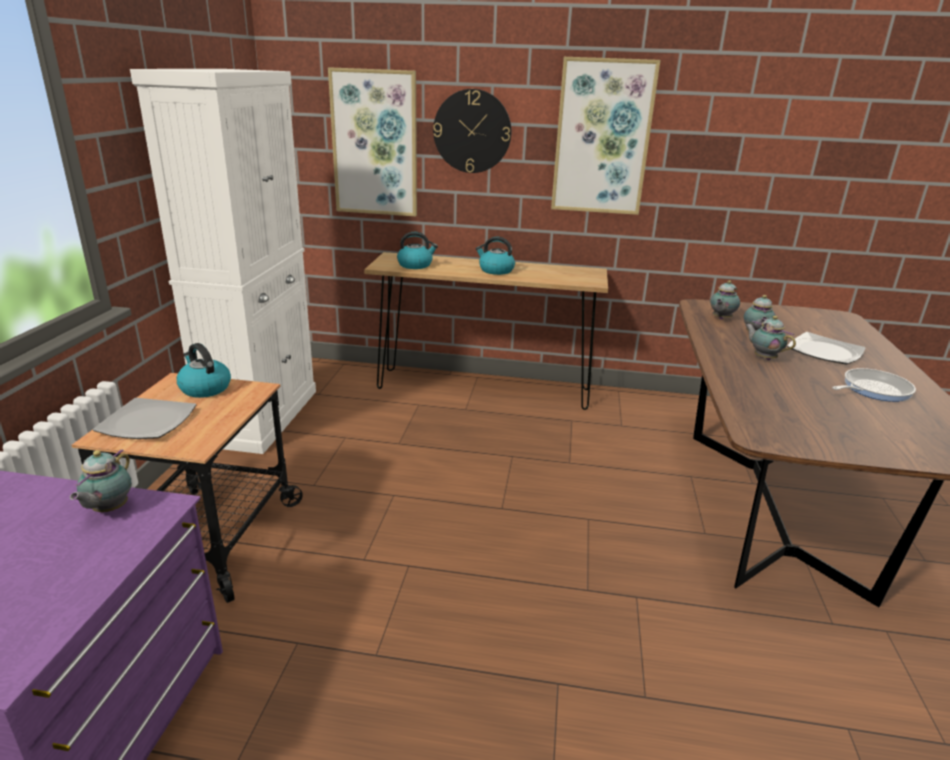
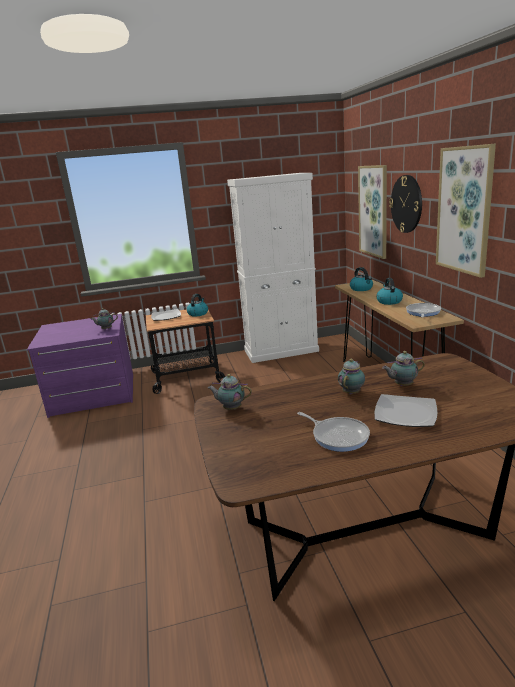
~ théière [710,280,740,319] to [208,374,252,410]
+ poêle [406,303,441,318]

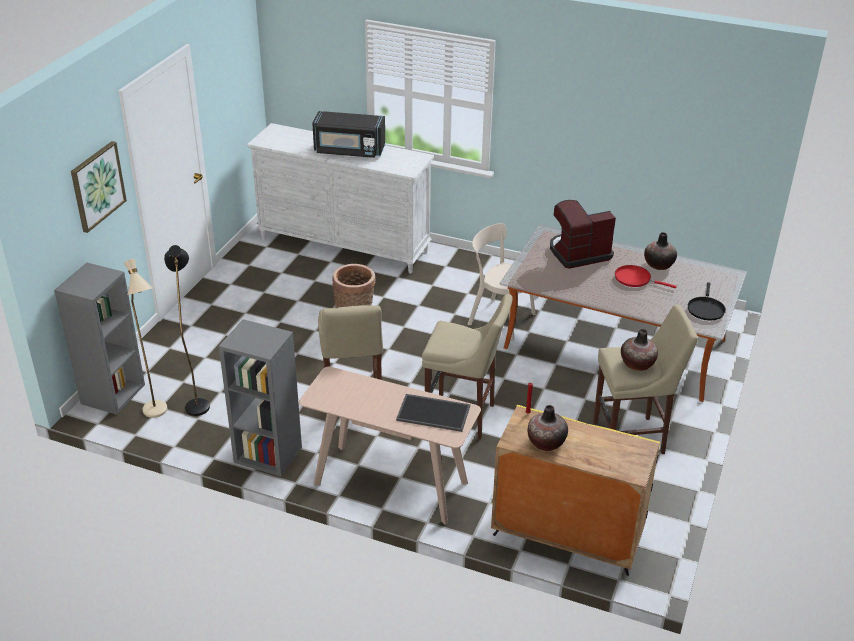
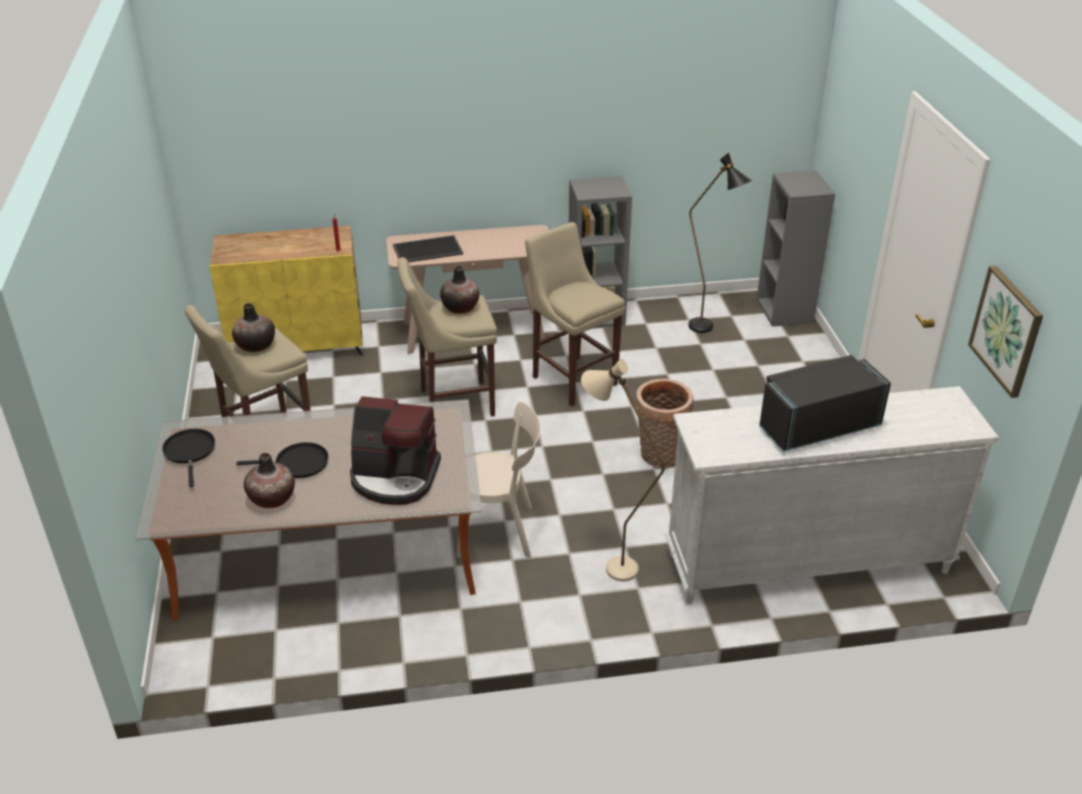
~ poêle/rouge [615,265,677,288] to poêle/noir [236,442,328,478]
~ machine à café [550,200,616,269] = [350,396,441,505] 60 degrees clockwise
~ vase [528,405,568,451] to [440,266,479,314]
~ lampadaire/beige [124,259,167,418] to [581,359,665,581]
~ tableau [71,141,127,233] to [968,266,1043,398]

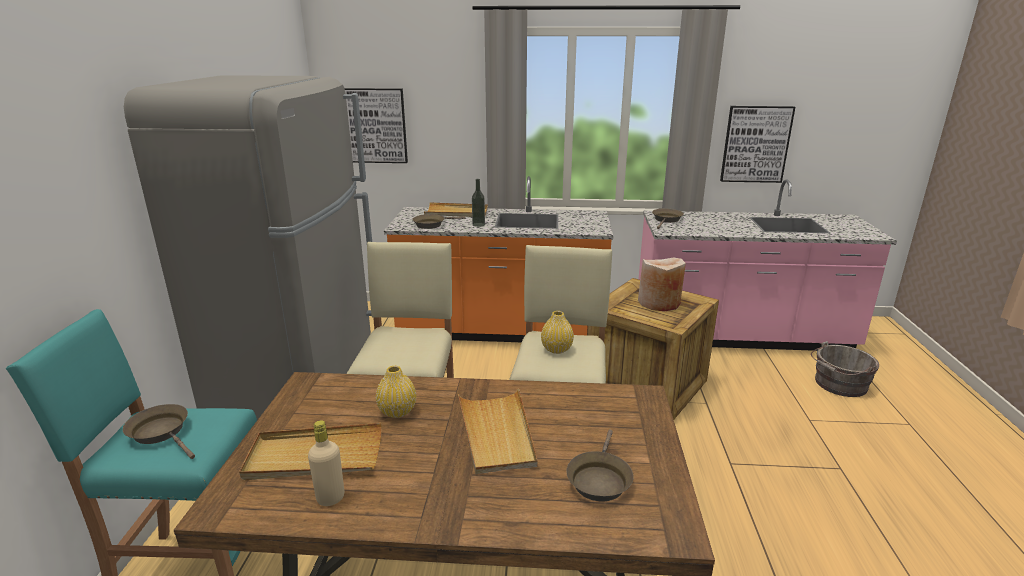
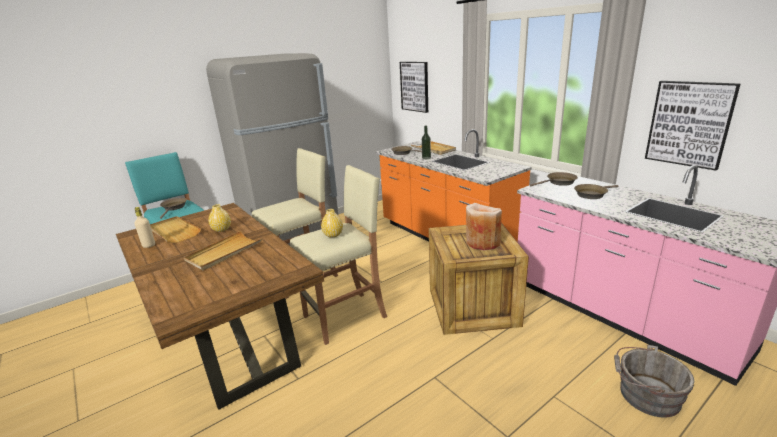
~ poêle/marron [567,429,634,501] to [574,184,618,199]

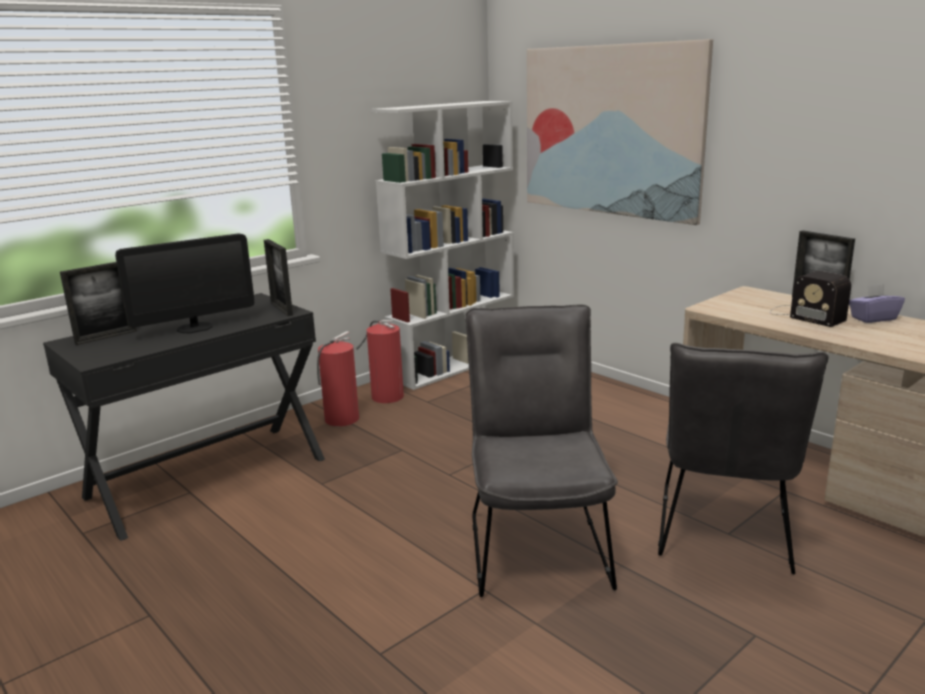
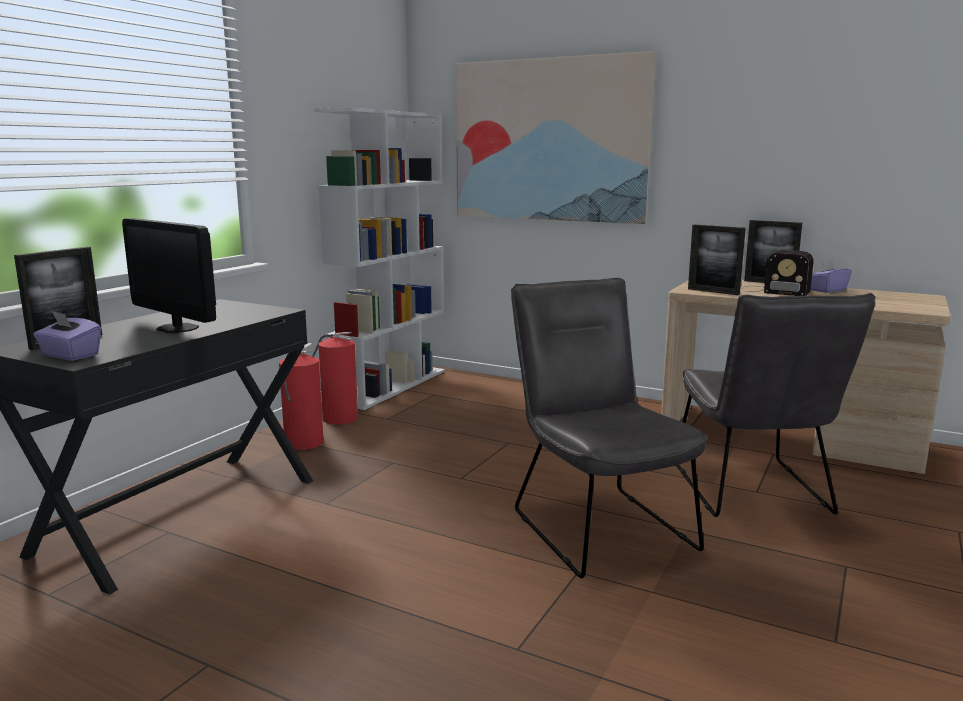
+ boîte à mouchoirs/violet [33,311,101,361]
~ écran d'ordinateur [115,233,254,333] = [122,218,216,333] 90 degrees clockwise
~ cadre photo [264,239,293,316] to [688,225,746,295]

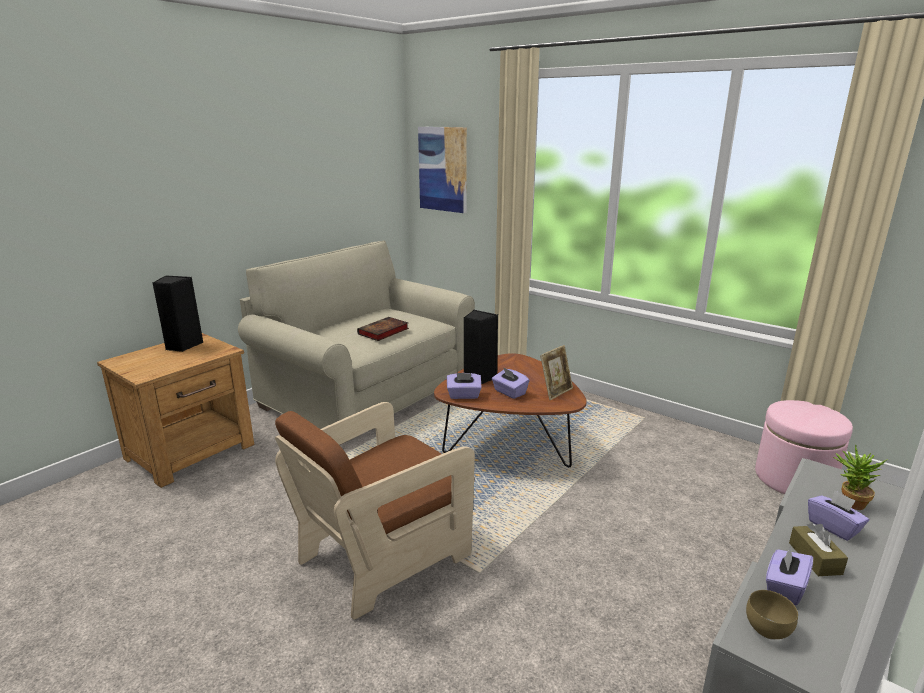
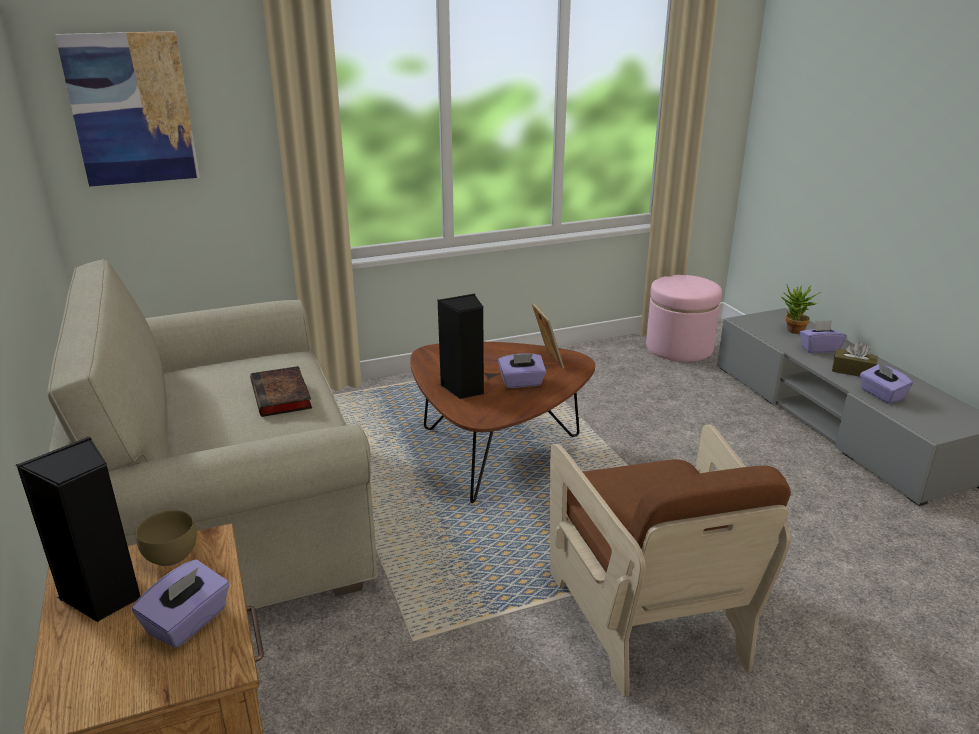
~ boîte à mouchoirs/violet [447,373,482,399] to [132,559,230,648]
~ bol/marron [746,590,798,639] to [136,510,197,566]

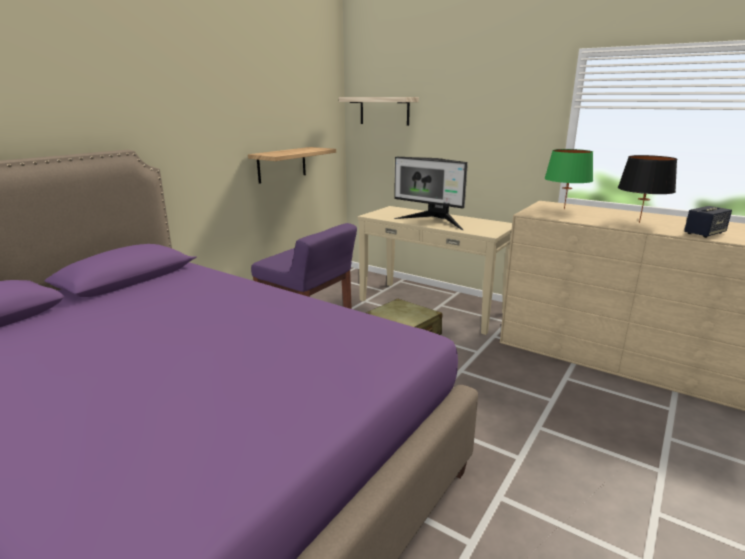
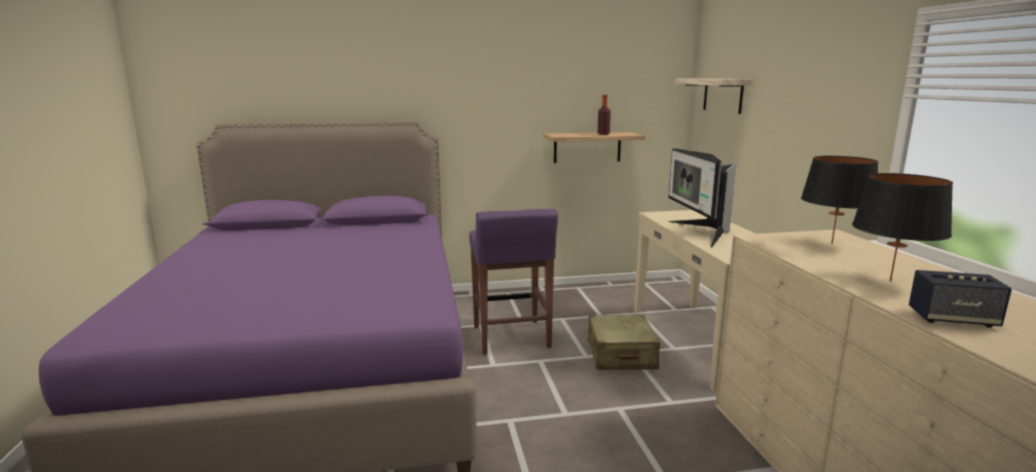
+ bouteille [598,95,611,135]
~ lampe de table/vert [544,149,593,209] to lampe de table/noir [801,156,878,244]

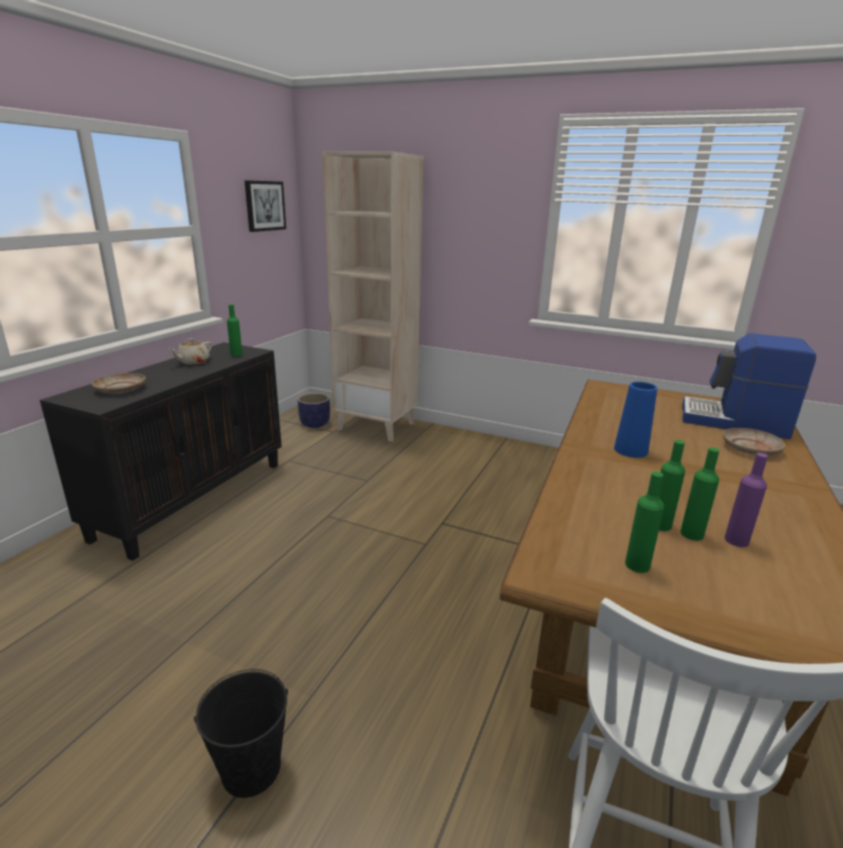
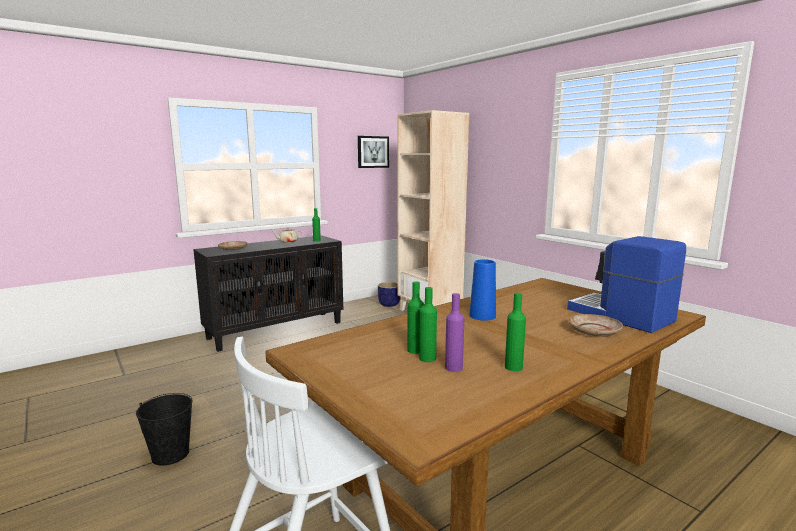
~ bouteille/vert [625,472,664,573] to [505,293,526,371]

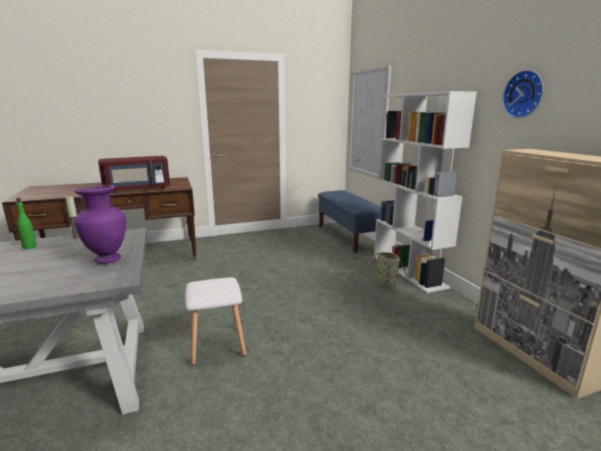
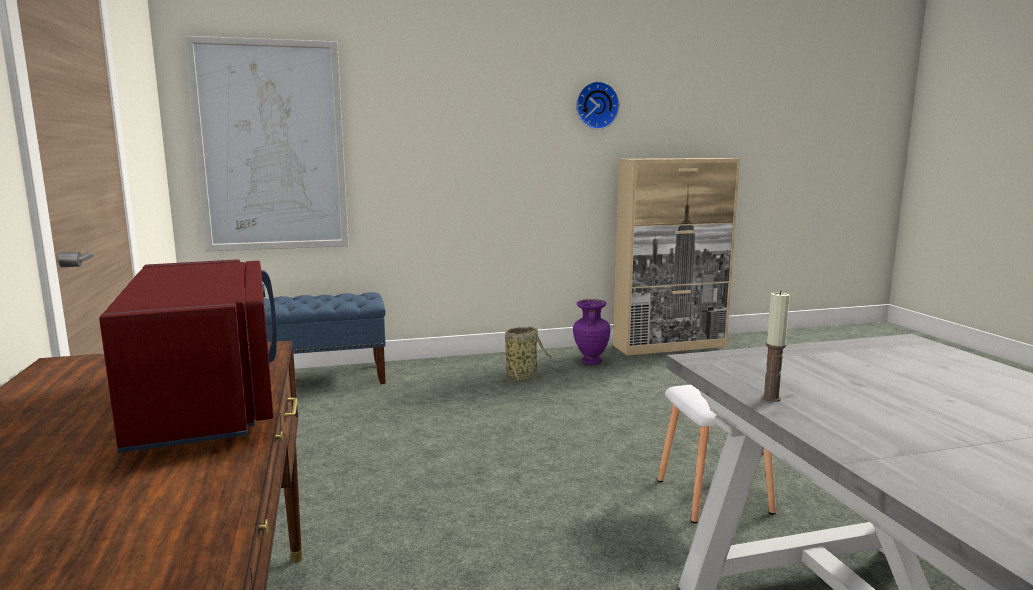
~ vase/violet [74,185,126,264] to [573,299,610,365]
- bouteille/vert [16,198,37,249]
- bibliothèque/blanc [374,91,477,293]

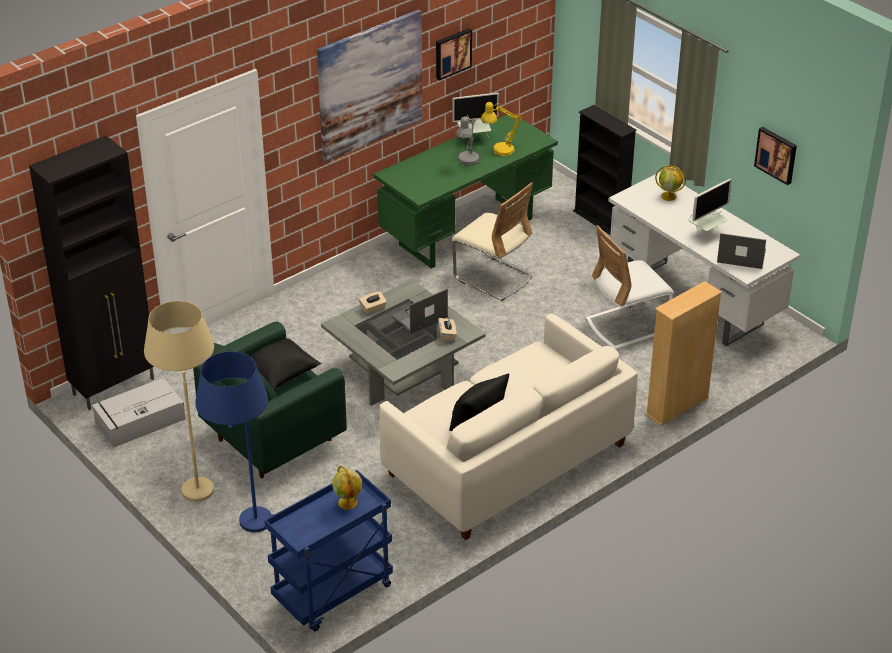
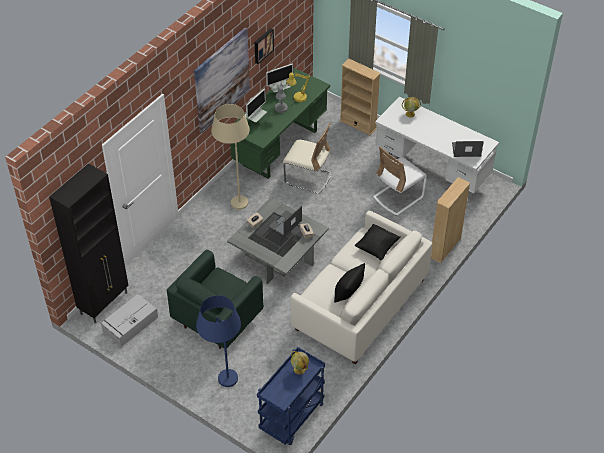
~ lampadaire/beige [144,301,214,502] to [211,104,250,210]
~ écran d'ordinateur [688,179,732,231] to [244,89,267,122]
~ bibliothèque/noir [573,105,637,235] to bibliothèque/beige [340,59,381,135]
~ coussin/noir [250,338,321,389] to [355,224,401,260]
- tableau [754,127,797,185]

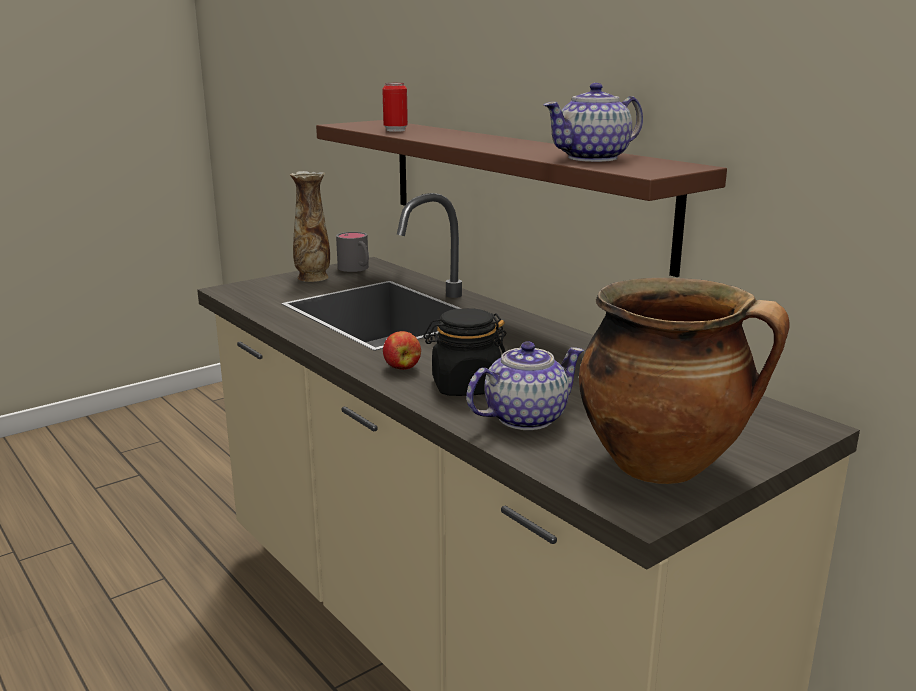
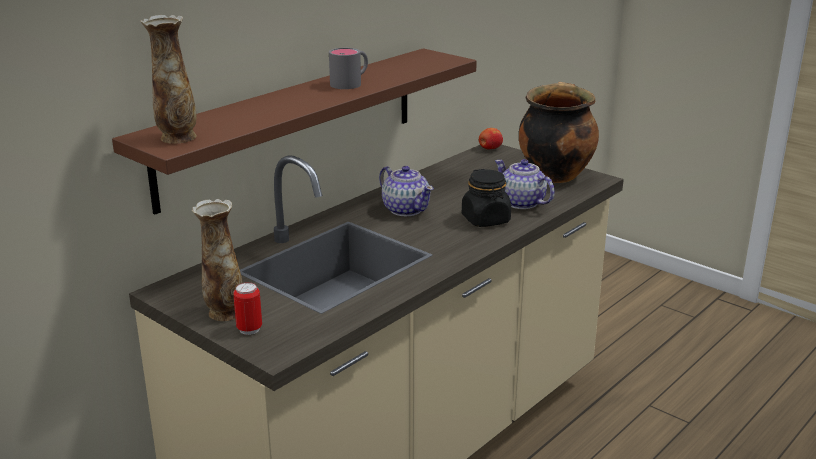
+ vase [140,15,197,144]
~ boîte métallique [383,83,408,132] to [233,282,262,335]
~ mug/gris [336,232,369,272] to [329,48,368,89]
~ théière [544,83,643,162] to [379,166,434,216]
~ pomme [383,331,421,370] to [479,128,503,150]

